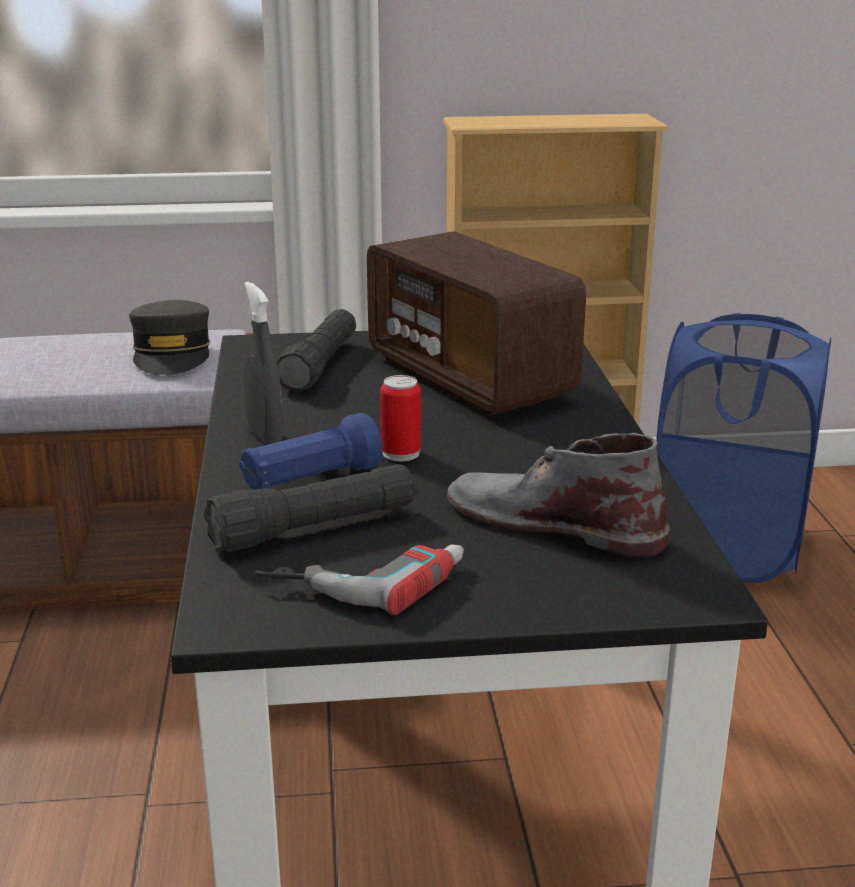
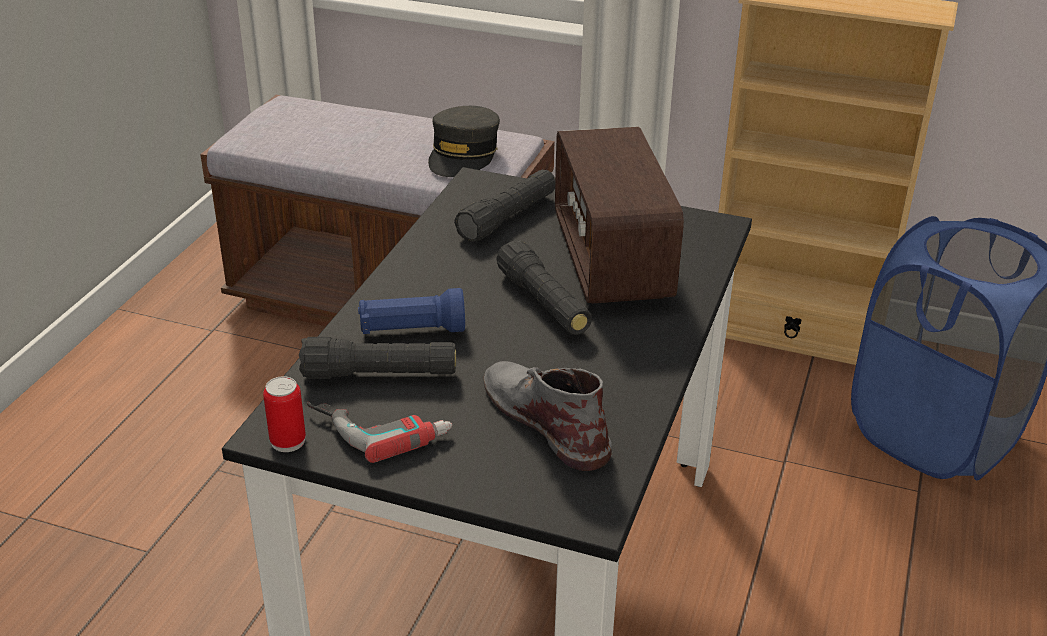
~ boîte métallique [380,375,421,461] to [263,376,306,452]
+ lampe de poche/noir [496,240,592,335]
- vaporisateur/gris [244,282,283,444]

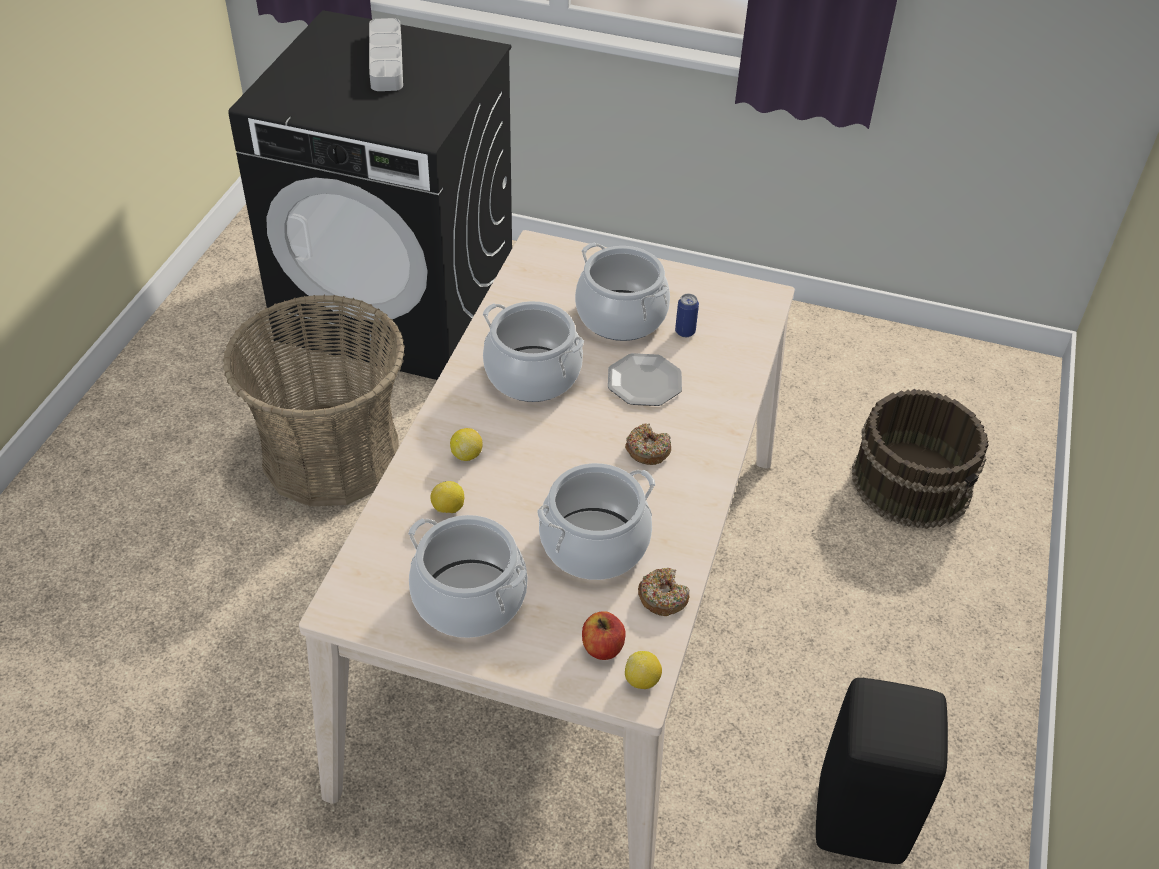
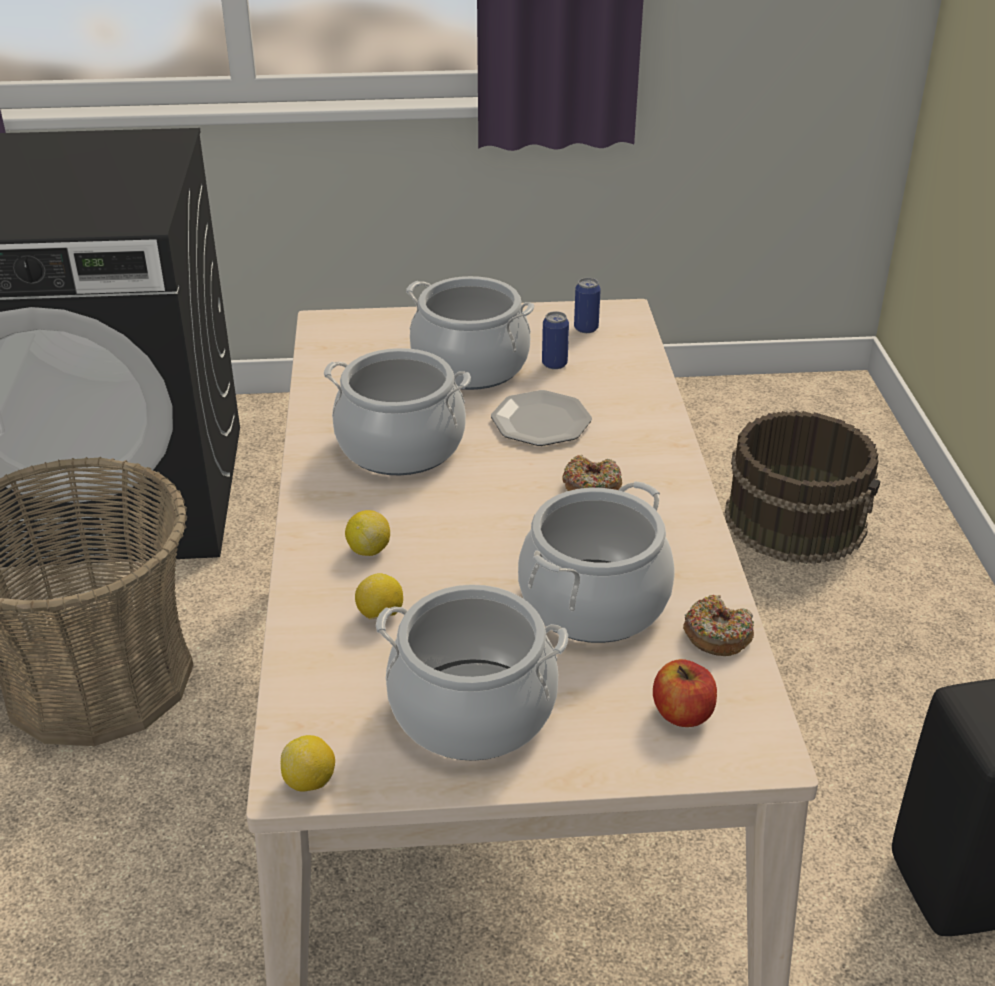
~ citron [625,651,662,689] to [281,735,335,792]
+ boîte métallique [574,278,601,333]
- plateau/gris [369,18,403,91]

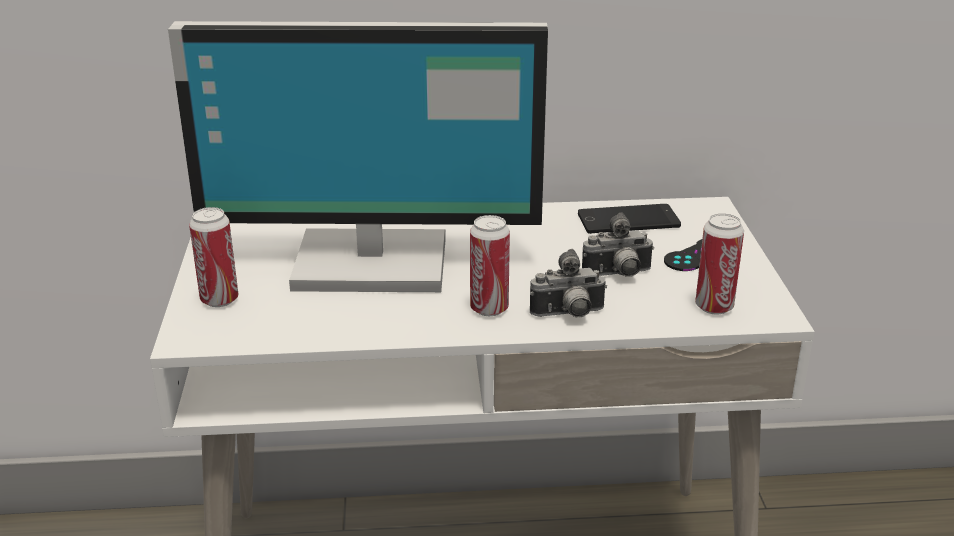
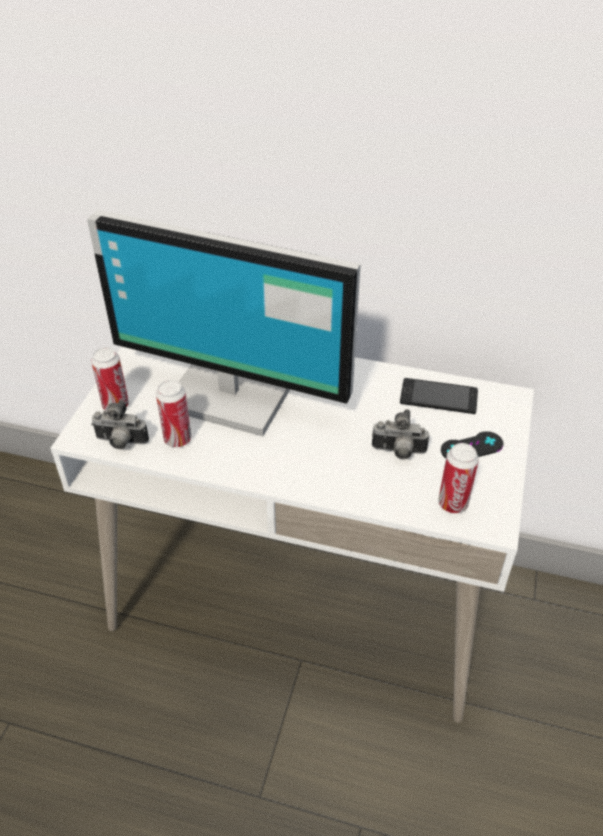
~ appareil photo [530,249,607,318] to [91,400,149,449]
~ boîte métallique [470,215,510,316] to [156,380,191,447]

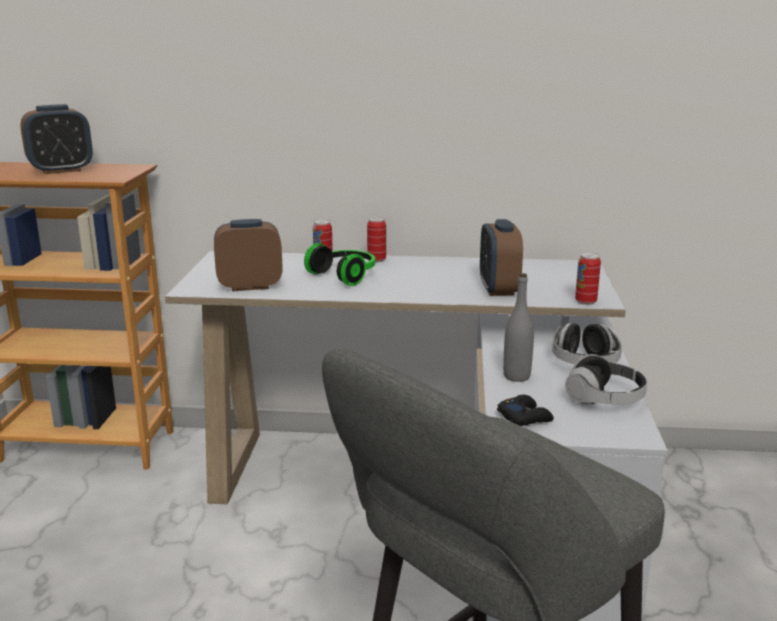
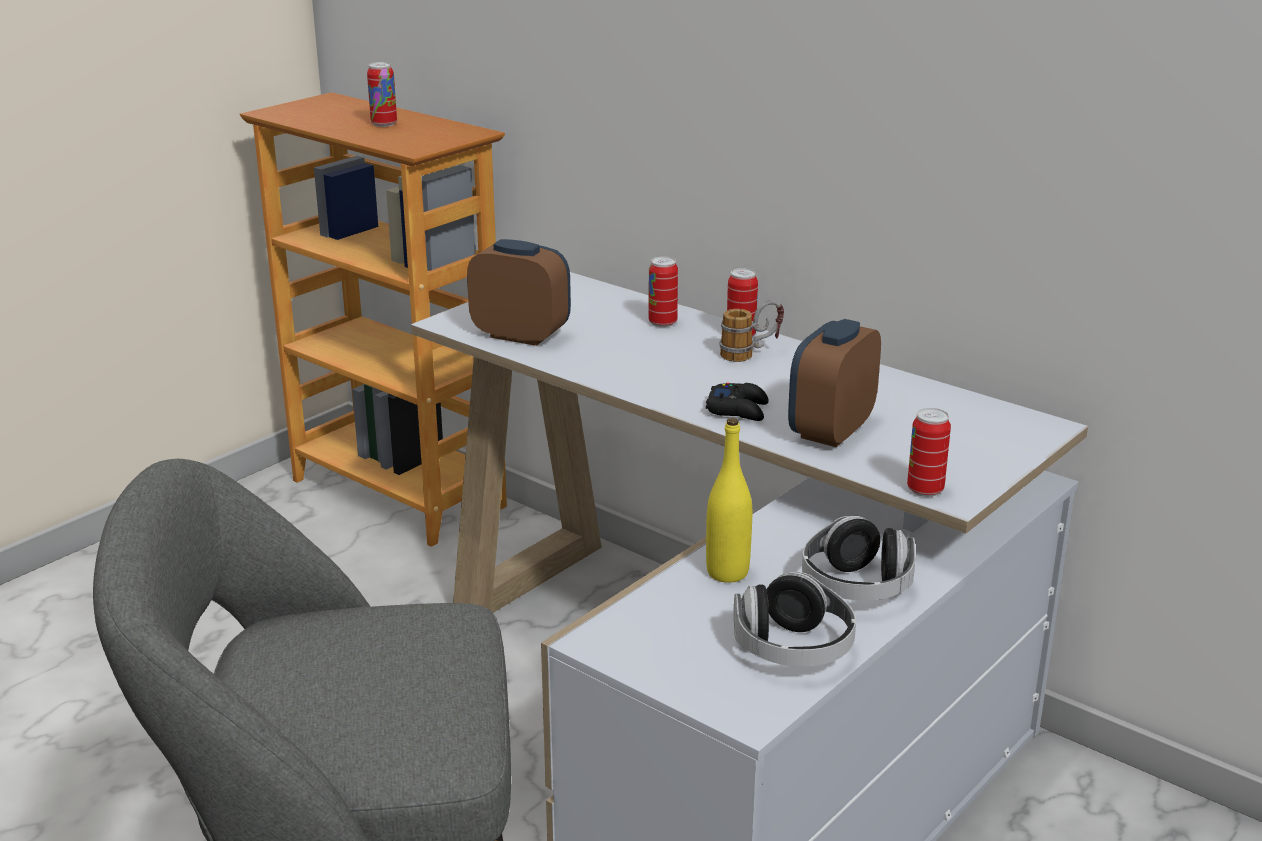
~ réveil [20,104,93,174] to boîte métallique [367,62,397,127]
~ manette/noir [497,395,554,426] to [706,383,769,421]
~ bouteille/gris [503,273,534,382] to bouteille/jaune [706,418,752,583]
+ mug [720,300,784,362]
- casque audio [304,243,375,286]

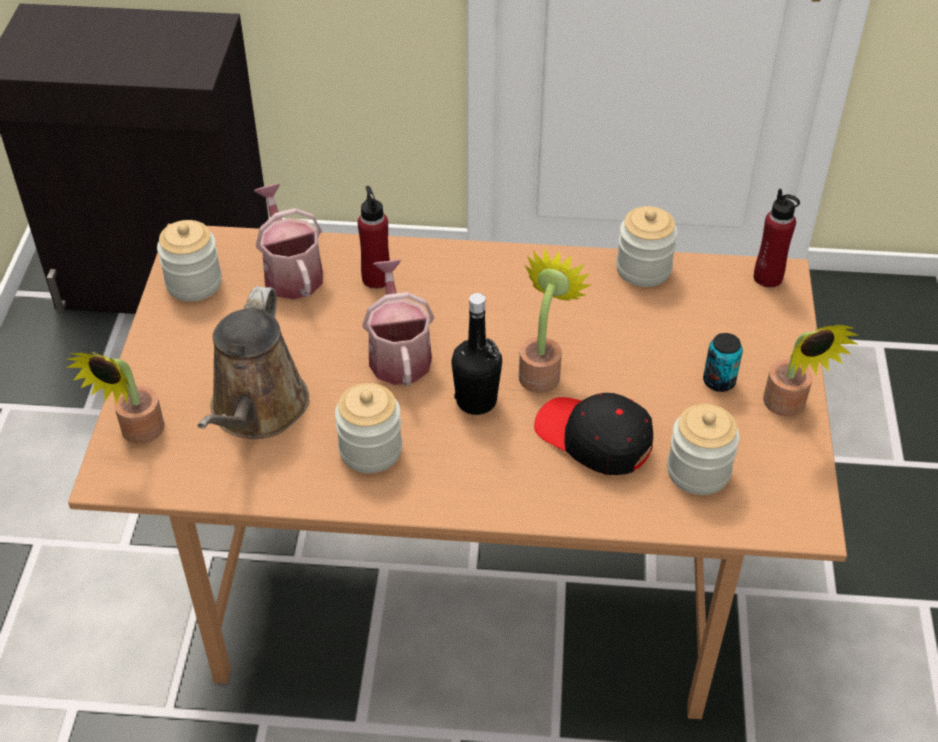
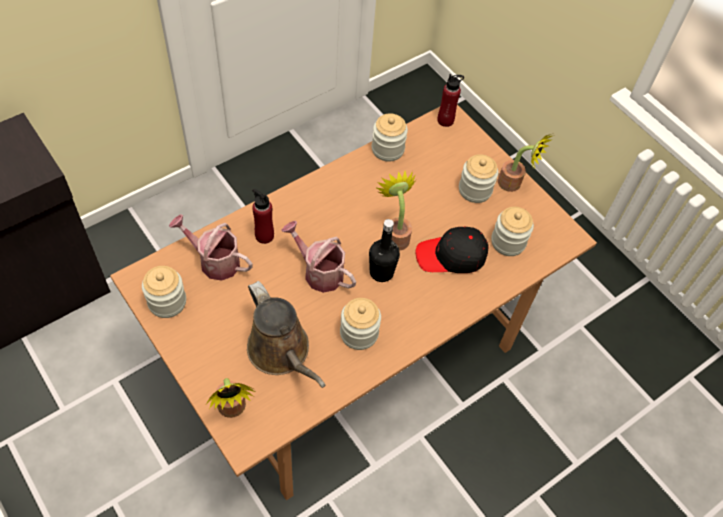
~ boîte métallique [703,333,743,392] to bocal [459,154,498,203]

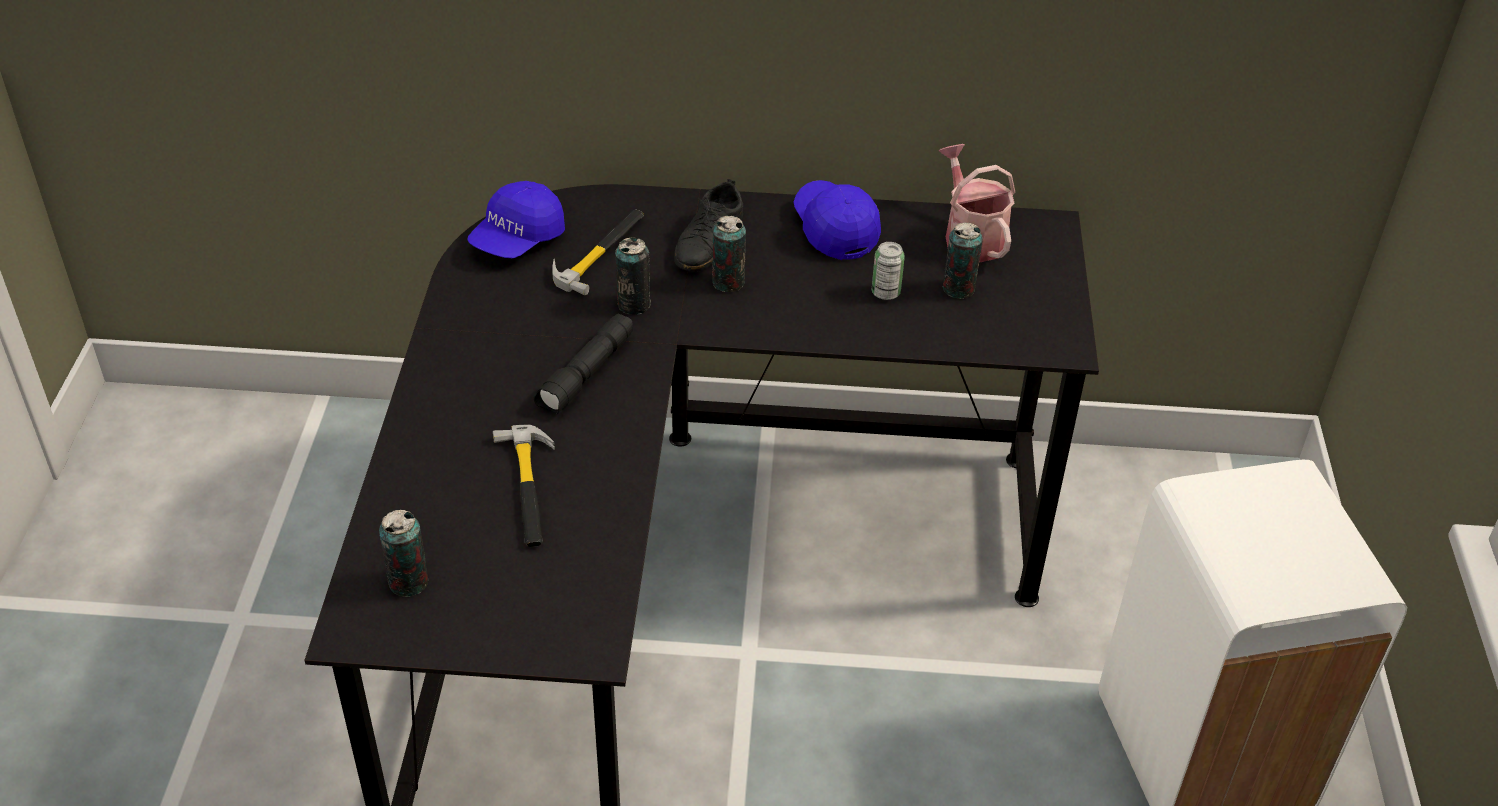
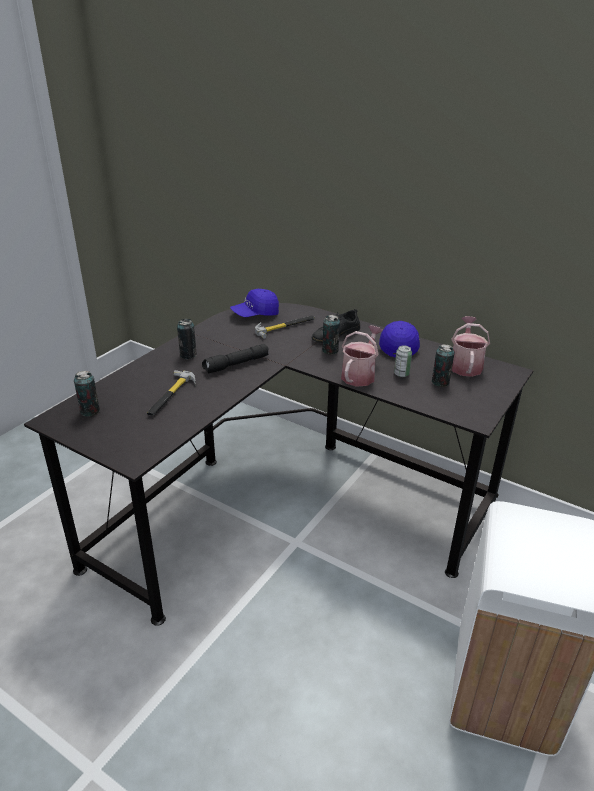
~ boîte métallique [615,237,651,315] to [177,319,197,359]
+ arrosoir [341,325,383,387]

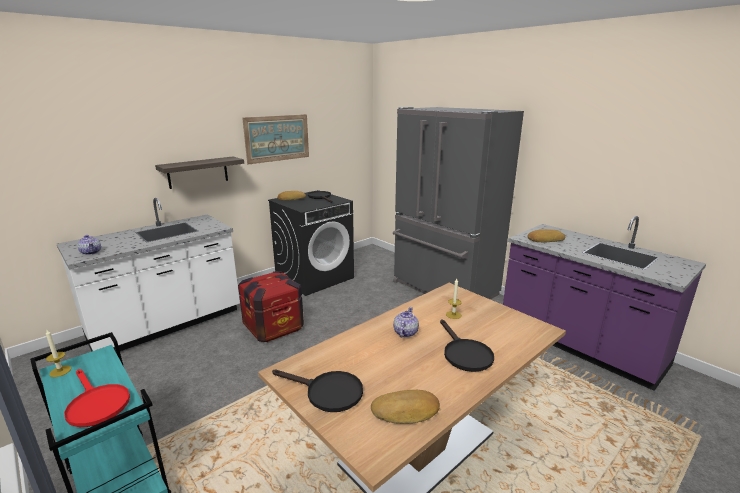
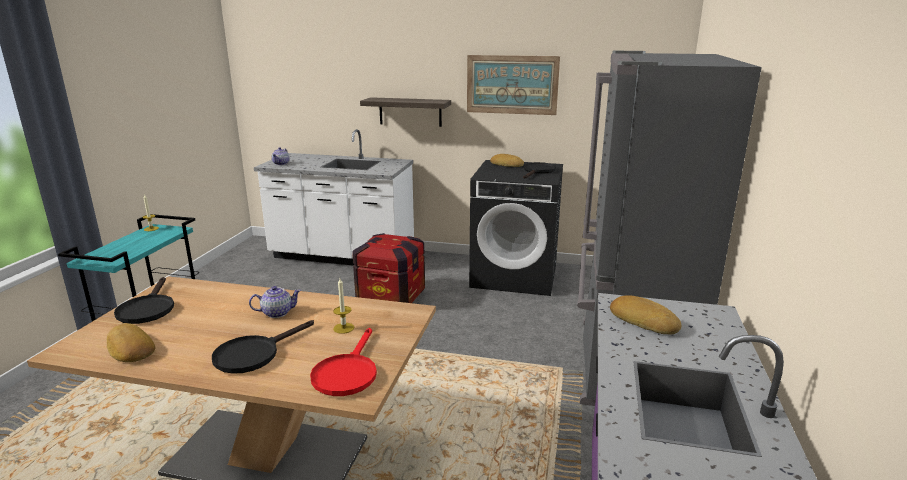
~ poêle/rouge [64,369,130,427] to [310,328,377,396]

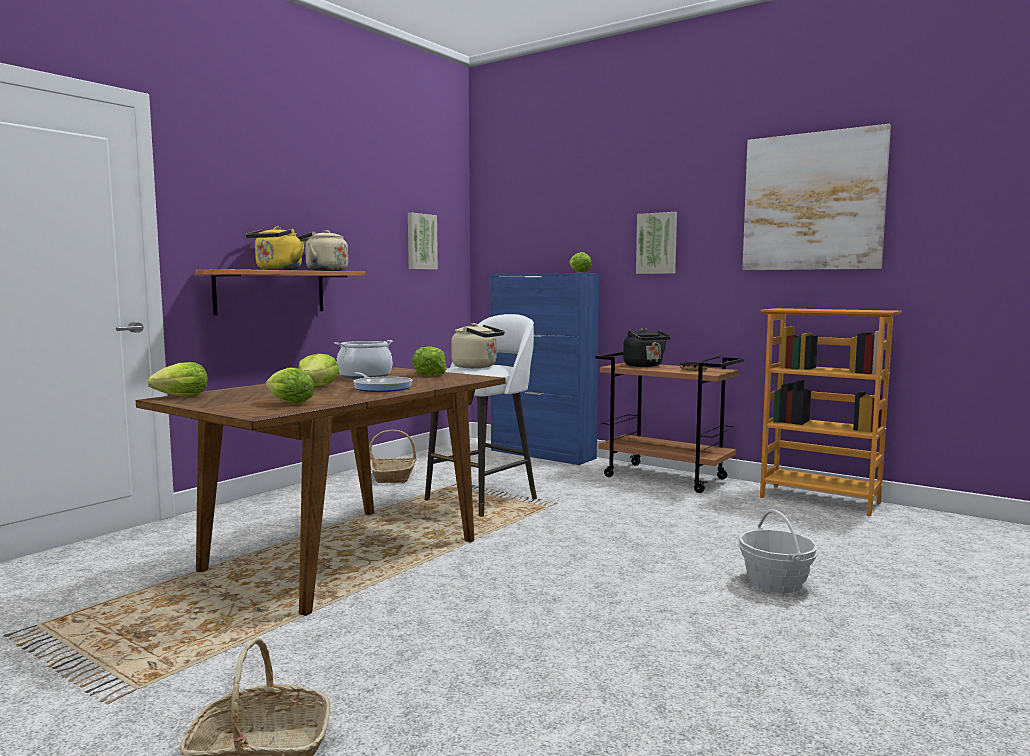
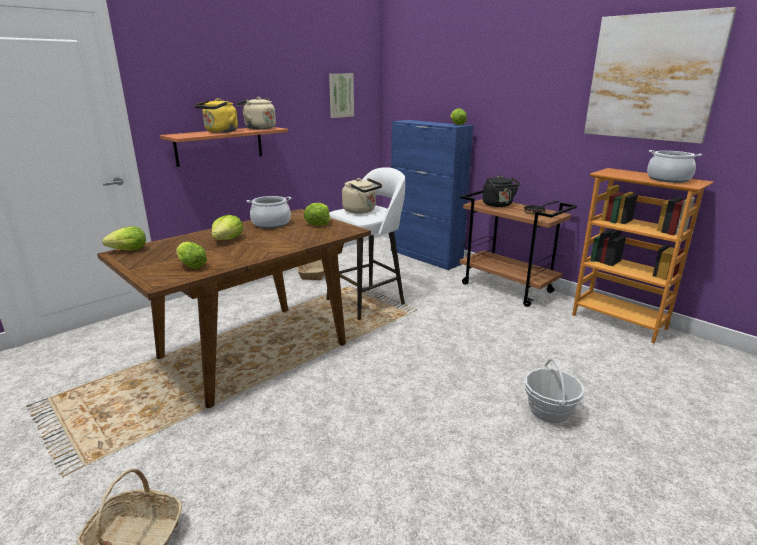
+ marmite [647,150,702,183]
- poêle [354,372,412,392]
- tableau [636,212,677,274]

